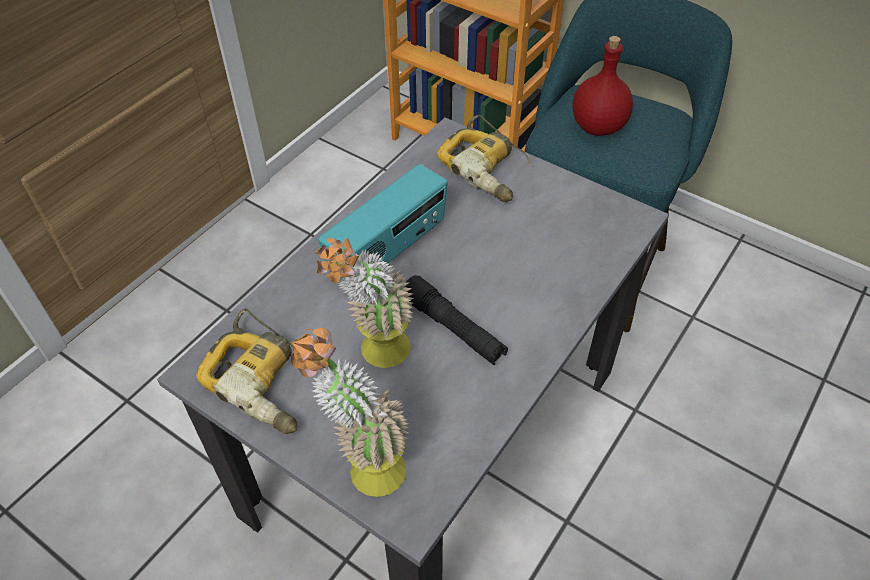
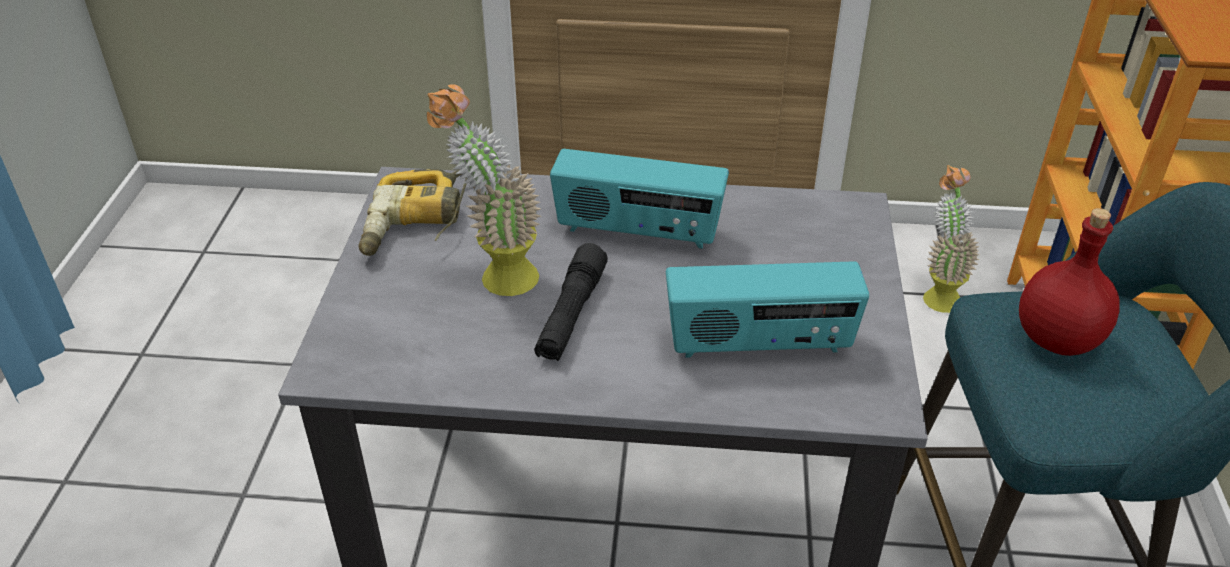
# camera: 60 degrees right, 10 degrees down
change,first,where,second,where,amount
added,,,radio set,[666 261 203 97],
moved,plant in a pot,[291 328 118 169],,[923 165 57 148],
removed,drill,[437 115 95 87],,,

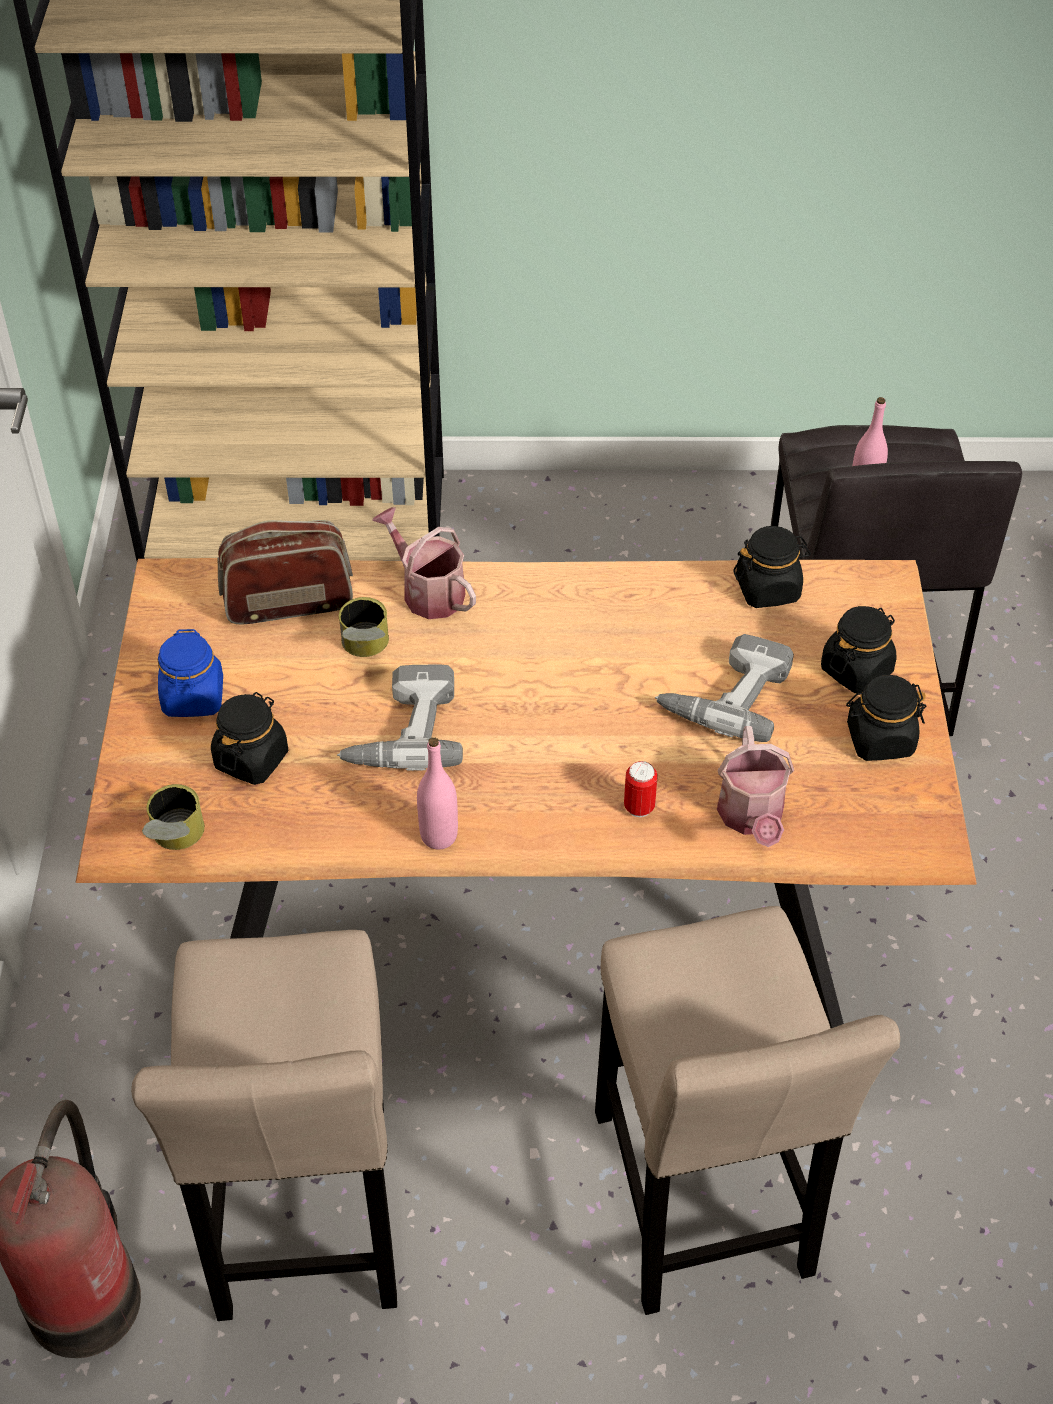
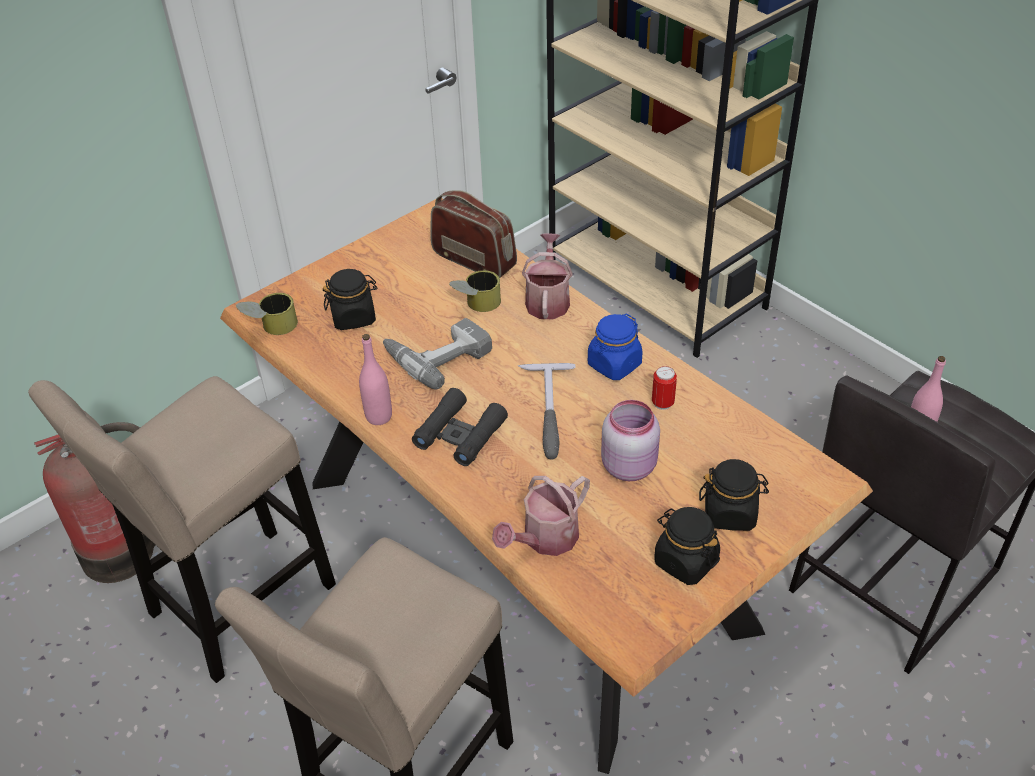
# camera: 50 degrees right, 5 degrees down
change,first,where,second,where,amount
added,,,blackish binoculars,[412 388 96 78],
added,,,hand hammer,[517 363 59 97],
moved,blue-coloured preserve jar,[157 629 66 88],,[588 314 55 66],
replaced,drill,[655 634 139 108],pink preserve jar,[601 400 59 81],
moved,sealed can,[624 761 34 56],,[652 366 25 44],
removed,blackish preserve jar,[733 526 78 82],,,

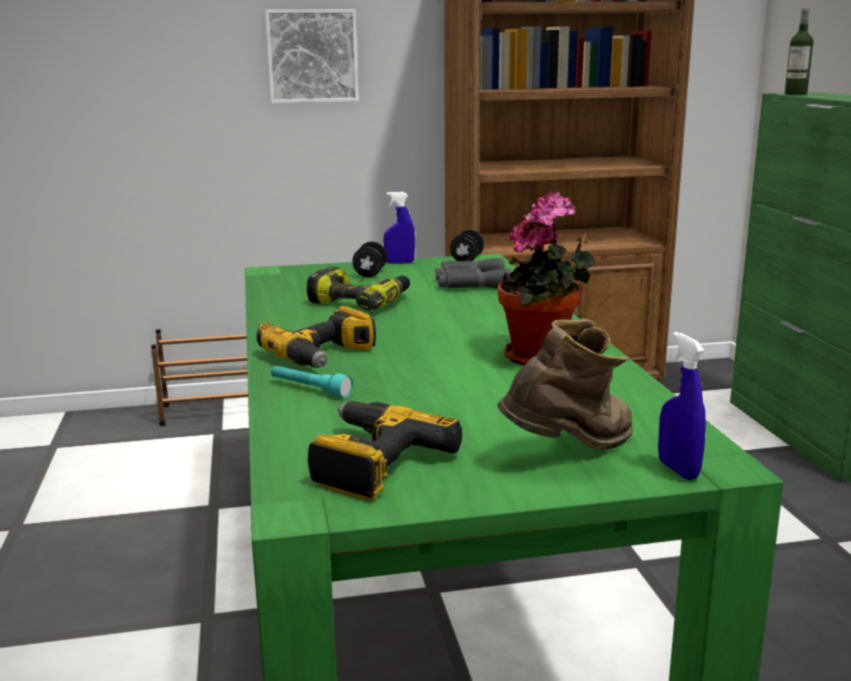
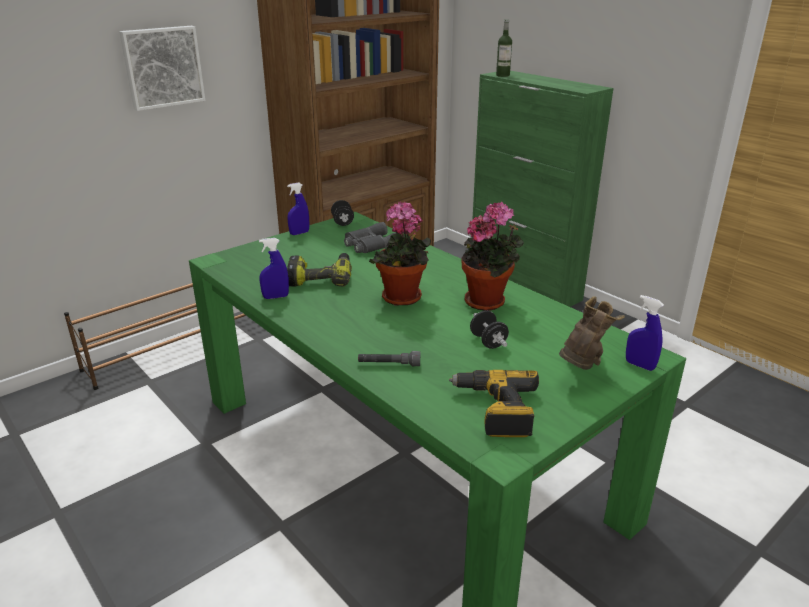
# camera: 30 degrees left, 10 degrees up
change,first,where,second,where,amount
added,,,blue-coloured sprayer,[259 238 30 61],
recoloured,blue-green flashlight,[271 366 82 32],greyish flashlight,[358 351 62 15],
added,,,plant in a pot,[369 201 62 105],
moved,blackish free weight,[352 241 35 36],,[470 310 39 39],
removed,drill,[257 306 119 62],,,

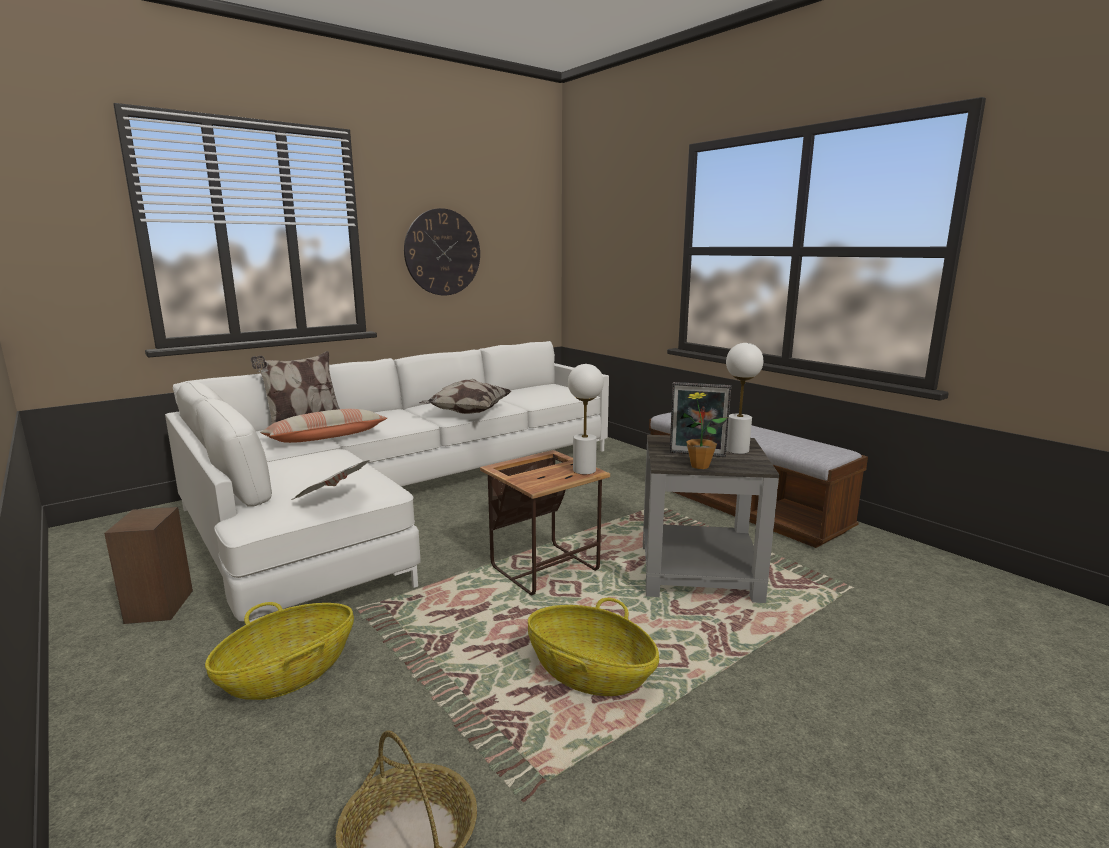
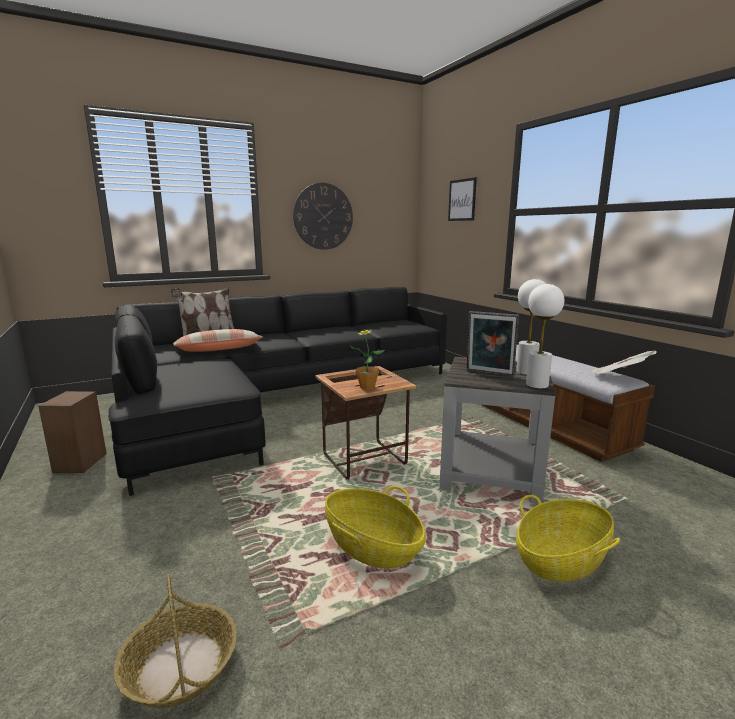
# camera: 10 degrees right, 0 degrees up
change,first,where,second,where,amount
recoloured,whitish couch,[165 341 444 281],blackish couch,[108 287 339 209],
moved,plant in a pot,[680 391 47 78],,[349 329 36 61],
added,,,wall art,[448 177 29 44],
moved,household basket,[205 602 149 98],,[516 495 104 87],
moved,whitish table lamp,[568 364 36 110],,[526 284 38 105],
moved,printed paper,[291 460 79 40],,[592 351 65 25],
removed,pillow,[419 379 93 35],,,

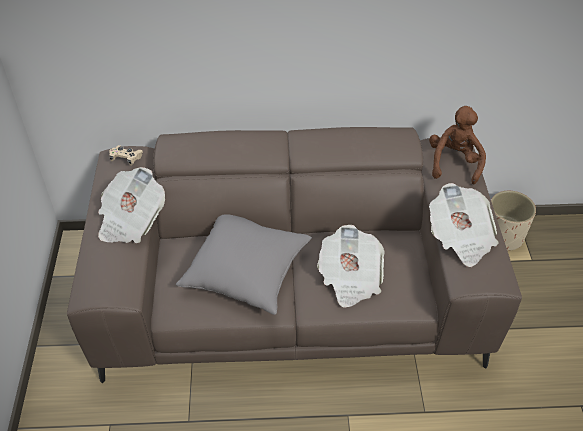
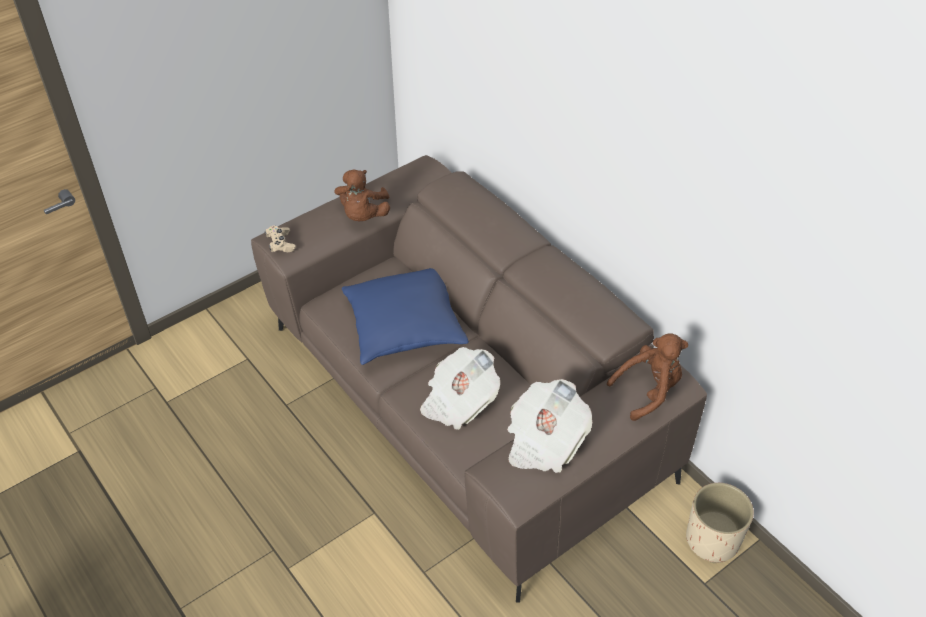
# camera: 55 degrees right, 0 degrees up
change,first,where,second,where,amount
moved,beige-coloured game controller,[109 145 34 21],,[265 226 31 26],
replaced,printed paper,[98 167 67 76],brown cuddly toy,[335 169 55 52],
recoloured,greyish pillow,[176 214 136 101],blue-coloured pillow,[342 268 127 97],

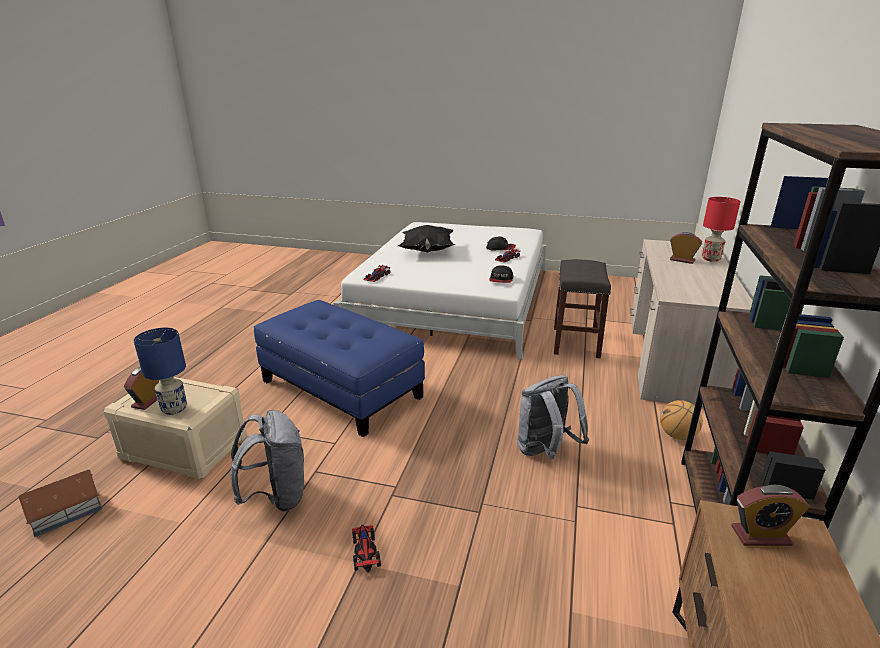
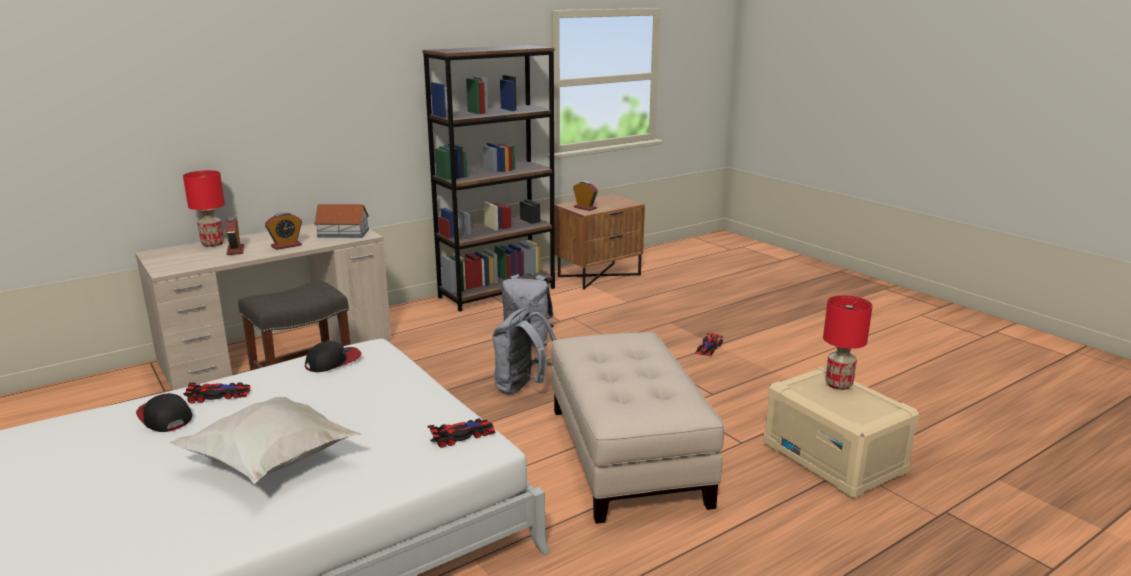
# camera: 140 degrees left, 5 degrees down
change,first,where,second,where,amount
recoloured,blackish pillow,[398 225 57 27],whitish pillow,[170 397 192 87],
moved,table clock,[124 367 35 43],,[265 212 37 38],
moved,model house,[18 470 84 67],,[314 204 55 34],
moved,greyish backpack,[230 410 76 102],,[492 308 64 87],
recoloured,blue-coloured pouffe,[254 300 171 137],beige-coloured pouffe,[551 332 173 192],
recoloured,blue-coloured table lamp,[134 328 53 87],red table lamp,[823 295 49 95],
removed,ball for basketball,[660 400 43 40],,,

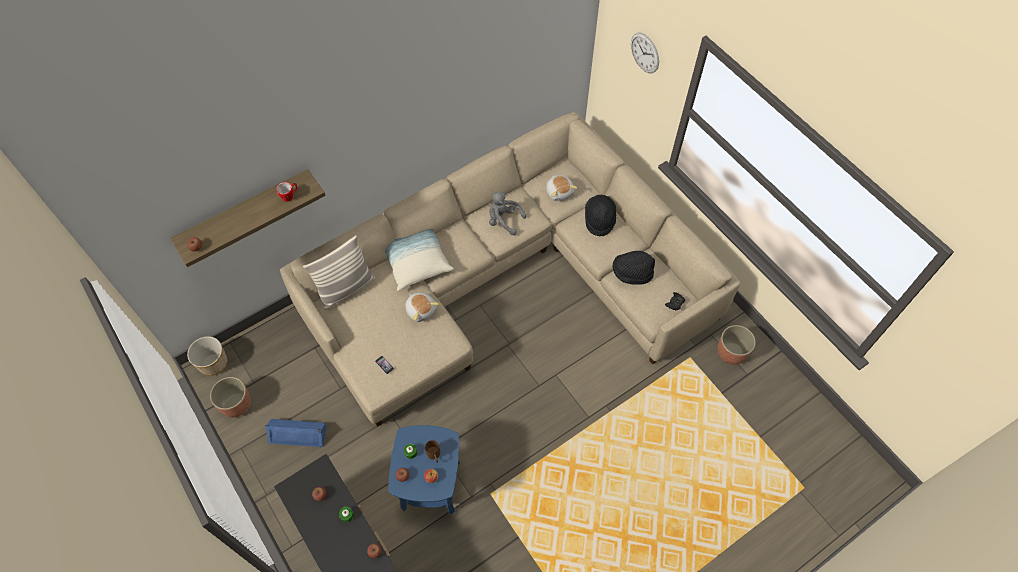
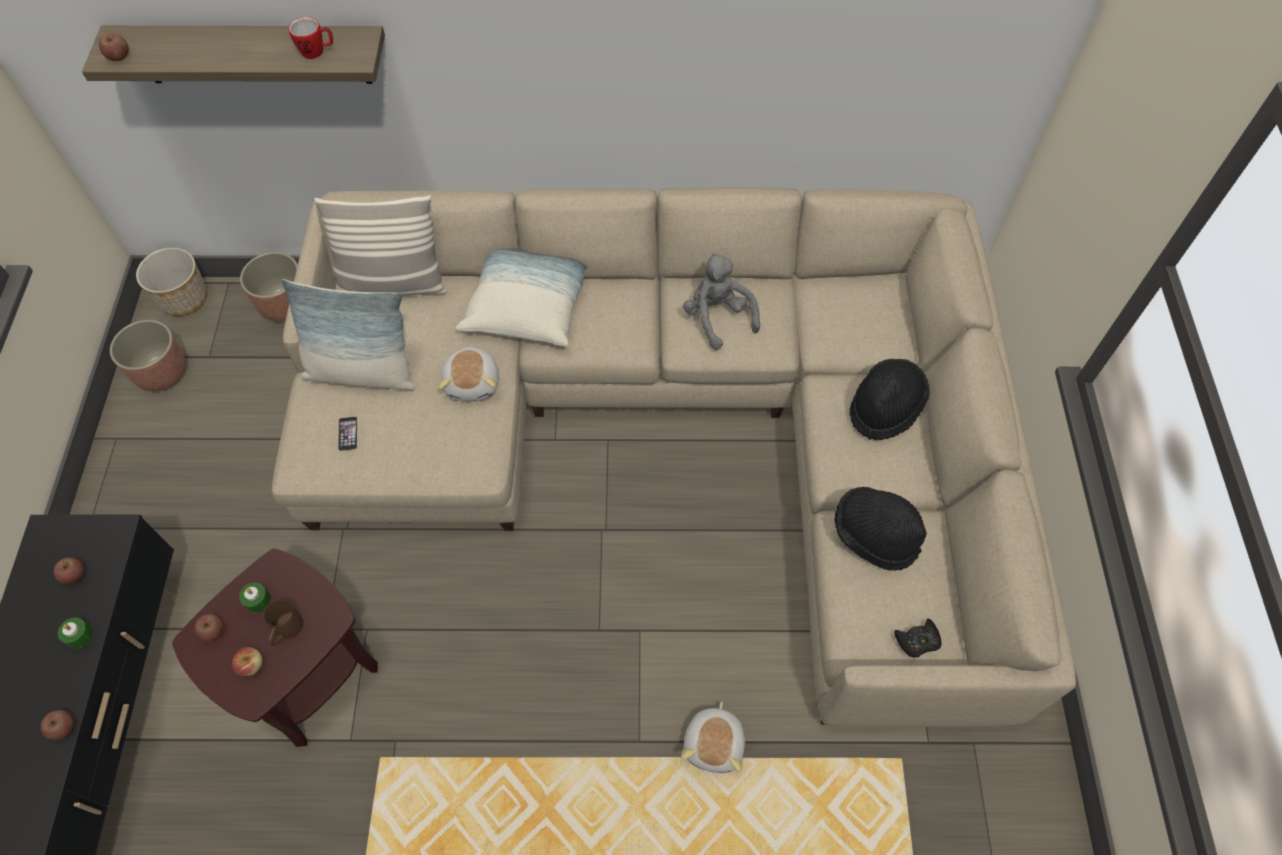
# camera: 35 degrees right, 0 degrees up
change,first,where,second,where,amount
recoloured,blue-coloured accent table,[388 425 72 90],brown accent table,[172 548 206 199],
moved,plant pot,[718 325 38 40],,[240 252 58 70],
added,,,pillow,[282 279 133 111],
moved,cuddly toy,[546 175 32 26],,[681 702 64 71],
removed,blue-coloured loudspeaker,[265 419 61 29],,,
removed,hanging clock,[631 33 28 40],,,

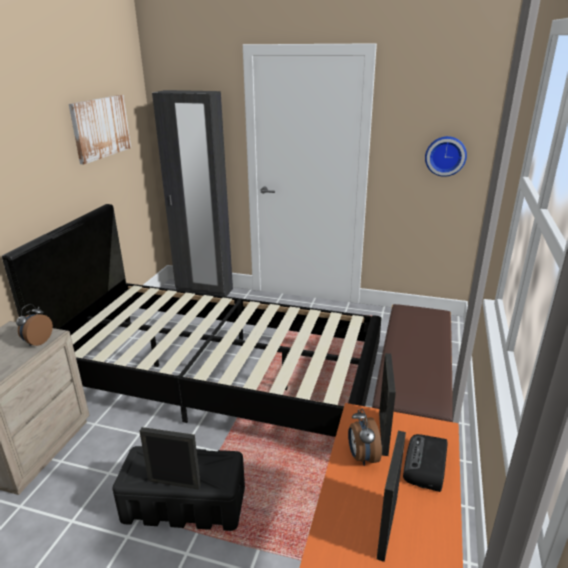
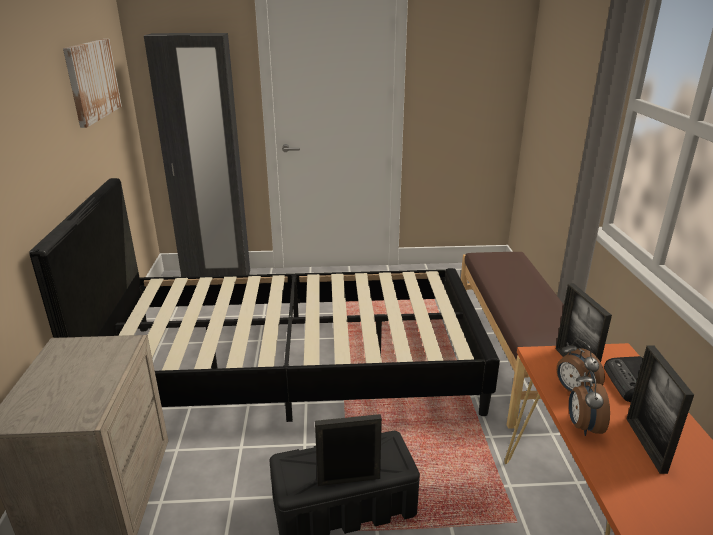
# camera: 20 degrees left, 0 degrees up
change,first,where,second,where,amount
moved,table clock,[16 304 37 42],,[569 370 41 66],
removed,hanging clock,[425 136 42 41],,,

